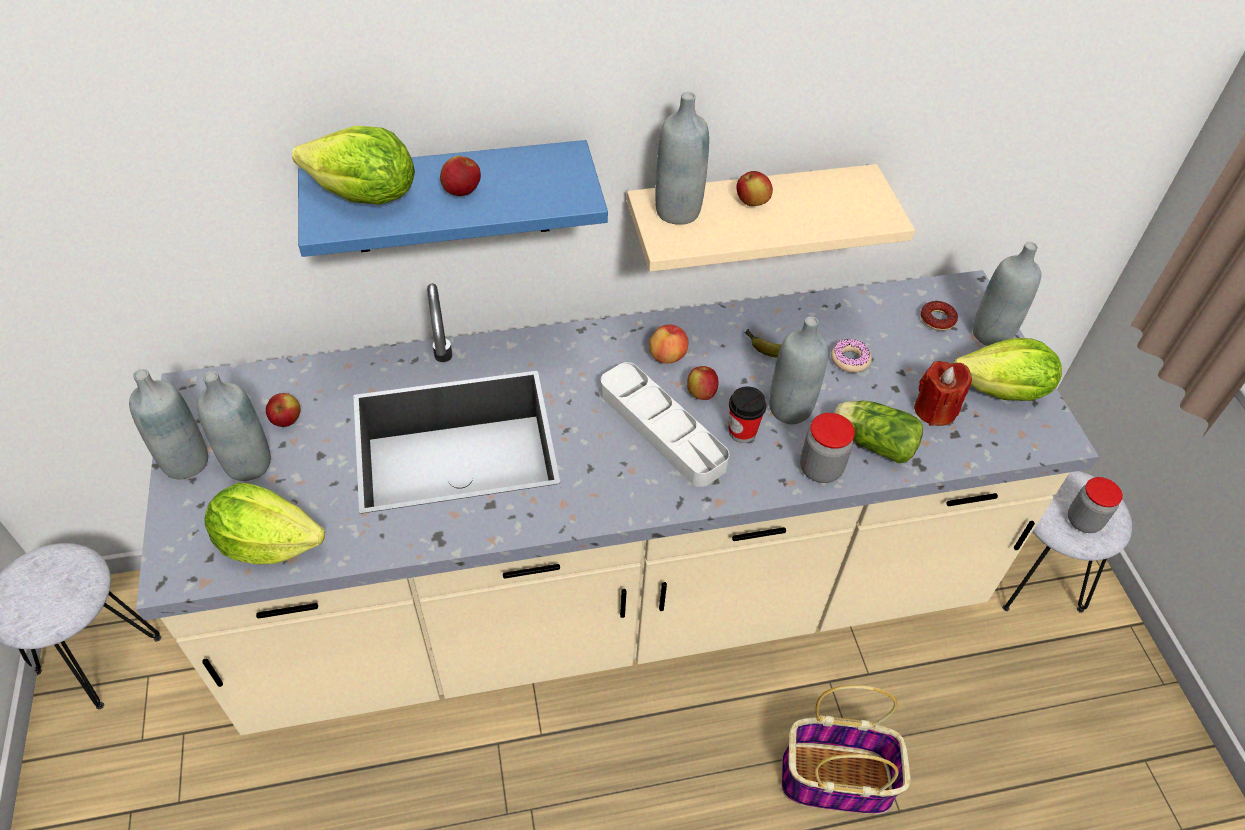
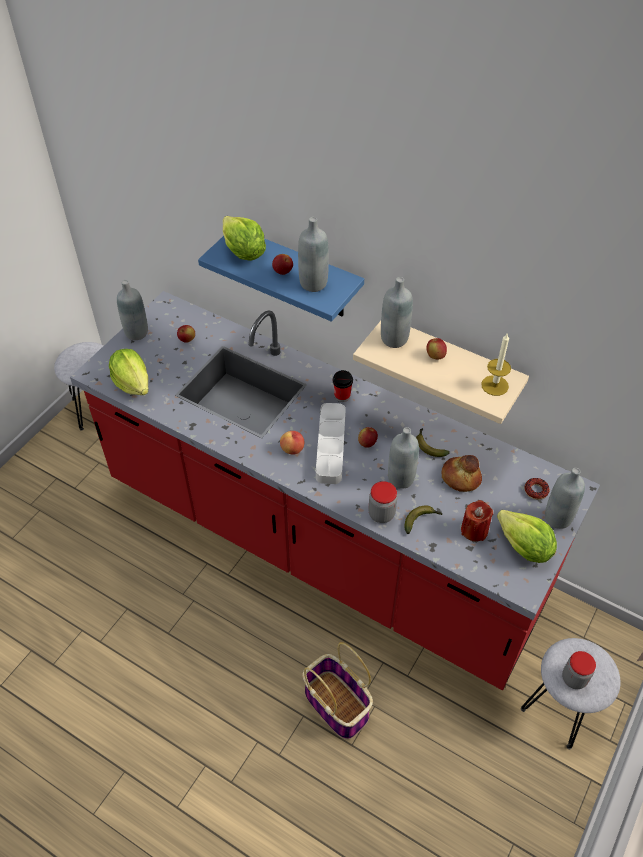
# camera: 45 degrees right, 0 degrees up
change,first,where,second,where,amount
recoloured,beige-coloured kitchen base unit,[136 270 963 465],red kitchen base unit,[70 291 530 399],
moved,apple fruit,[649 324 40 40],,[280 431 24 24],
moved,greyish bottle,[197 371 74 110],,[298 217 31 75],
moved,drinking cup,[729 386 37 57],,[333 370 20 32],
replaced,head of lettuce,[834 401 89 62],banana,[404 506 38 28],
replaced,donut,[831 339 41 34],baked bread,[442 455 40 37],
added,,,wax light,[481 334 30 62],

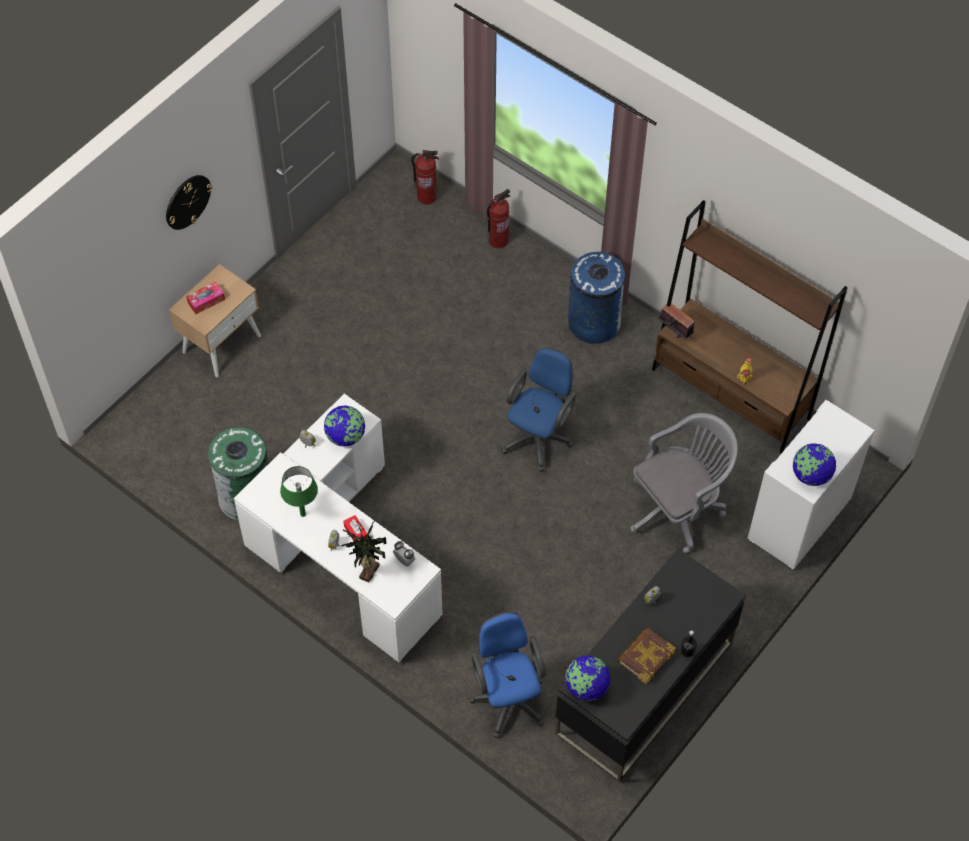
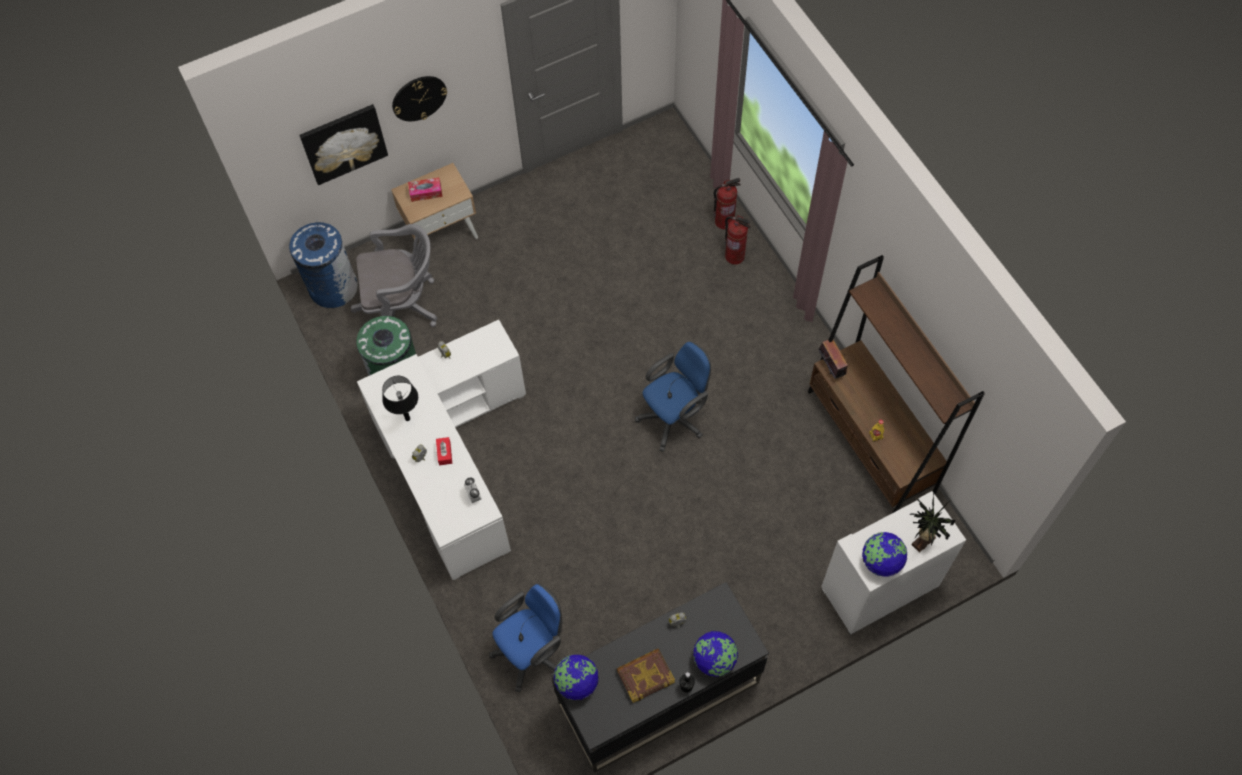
# camera: 25 degrees right, 5 degrees up
change,first,where,second,where,amount
moved,blue-coloured trash can,[568 252 57 92],,[289 222 69 86],
added,,,wall art,[299 104 89 81],
moved,greyish office chair,[630 413 108 141],,[351 224 86 103],
recoloured,green table lamp,[280 466 38 51],blackish table lamp,[382 376 36 45],
turned,blue-coloured office chair,[470 612 76 127],,[489 584 73 108],45 degrees clockwise
moved,world globe,[324 405 41 41],,[693 631 45 46],
moved,extinguisher,[411 150 28 55],,[724 215 27 50],
moved,plant in a pot,[341 519 46 64],,[910 492 46 60],

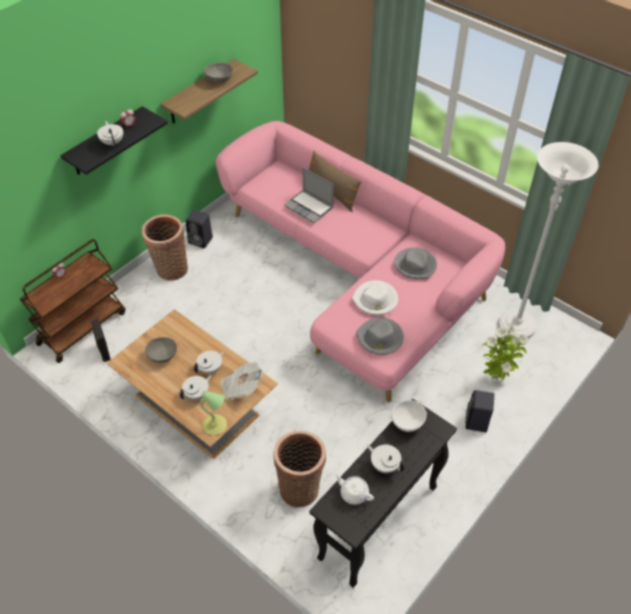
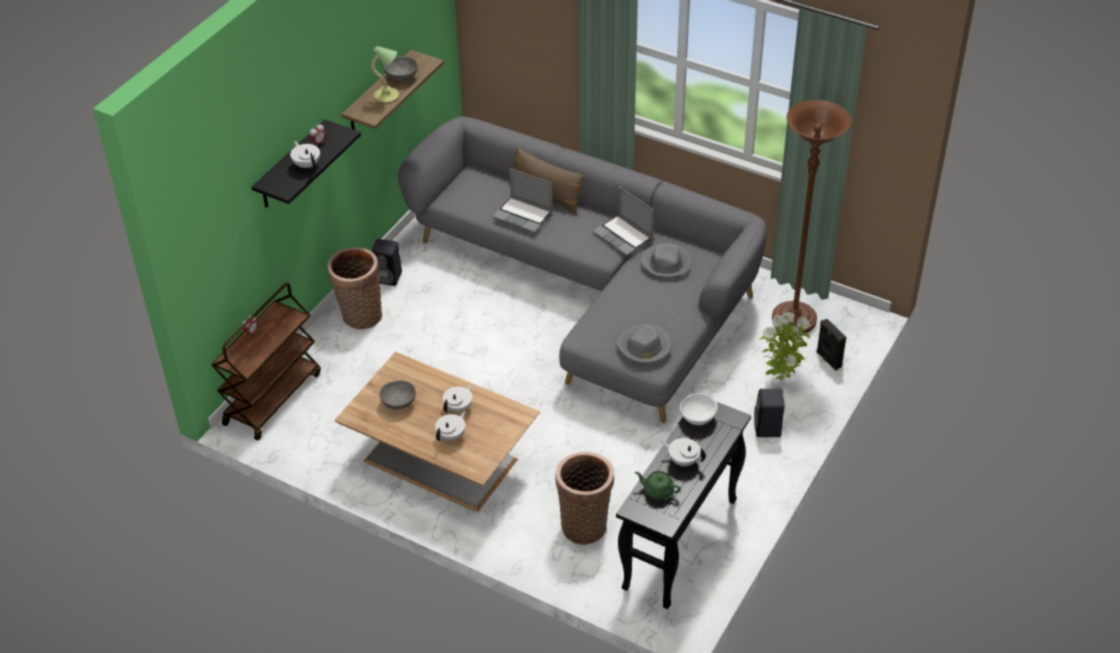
# camera: 10 degrees left, 5 degrees down
change,first,where,second,where,amount
moved,table lamp,[200 391 27 44],,[371 46 28 57],
recoloured,pink couch,[216 121 289 281],greyish couch,[398 117 369 306],
added,,,laptop,[592 186 62 70],
recoloured,whitish teapot,[334 473 40 32],green teapot,[635 471 46 29],
recoloured,whitish standard lamp,[498 142 100 198],brown standard lamp,[772 100 79 233],
moved,blackish loudspeaker,[91 318 20 44],,[816 319 30 52],
removed,printed paper,[220 362 43 38],,,
removed,whitish hat,[352 280 46 35],,,

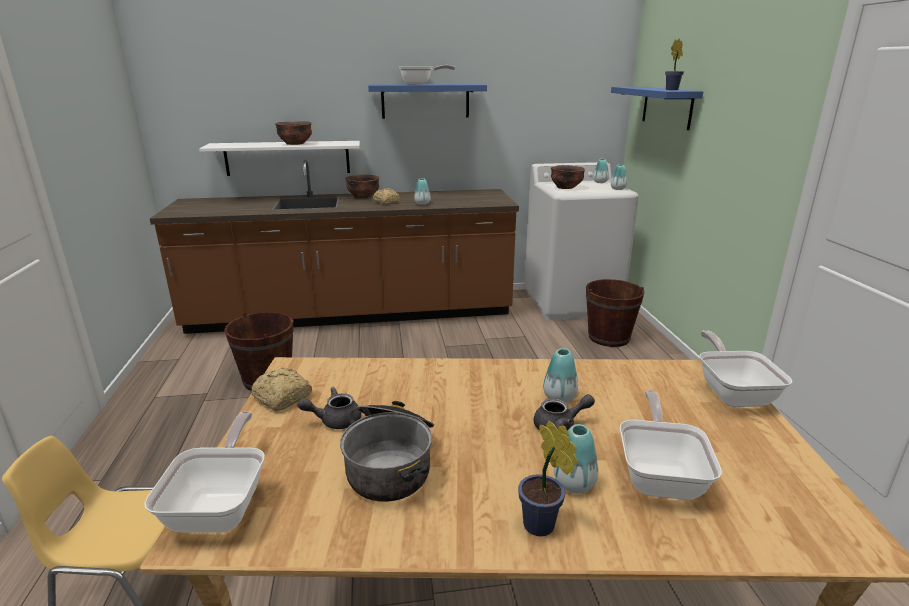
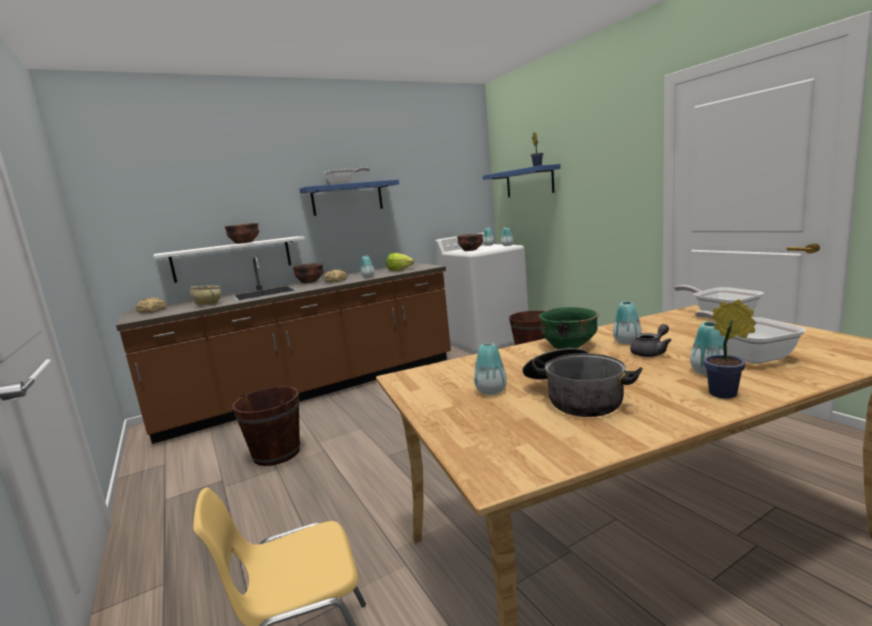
# camera: 20 degrees left, 10 degrees down
change,first,where,second,where,amount
moved,baked bread,[252 367 60 44],,[136 297 31 16],
added,,,beige-coloured deep dish,[190 286 31 19],
added,,,head of lettuce,[386 253 28 18],
replaced,greyish teapot,[297 387 64 42],decorative vase,[474 343 33 52],
added,,,green deep dish,[539 307 60 42],
removed,pan,[144 411 121 122],,,

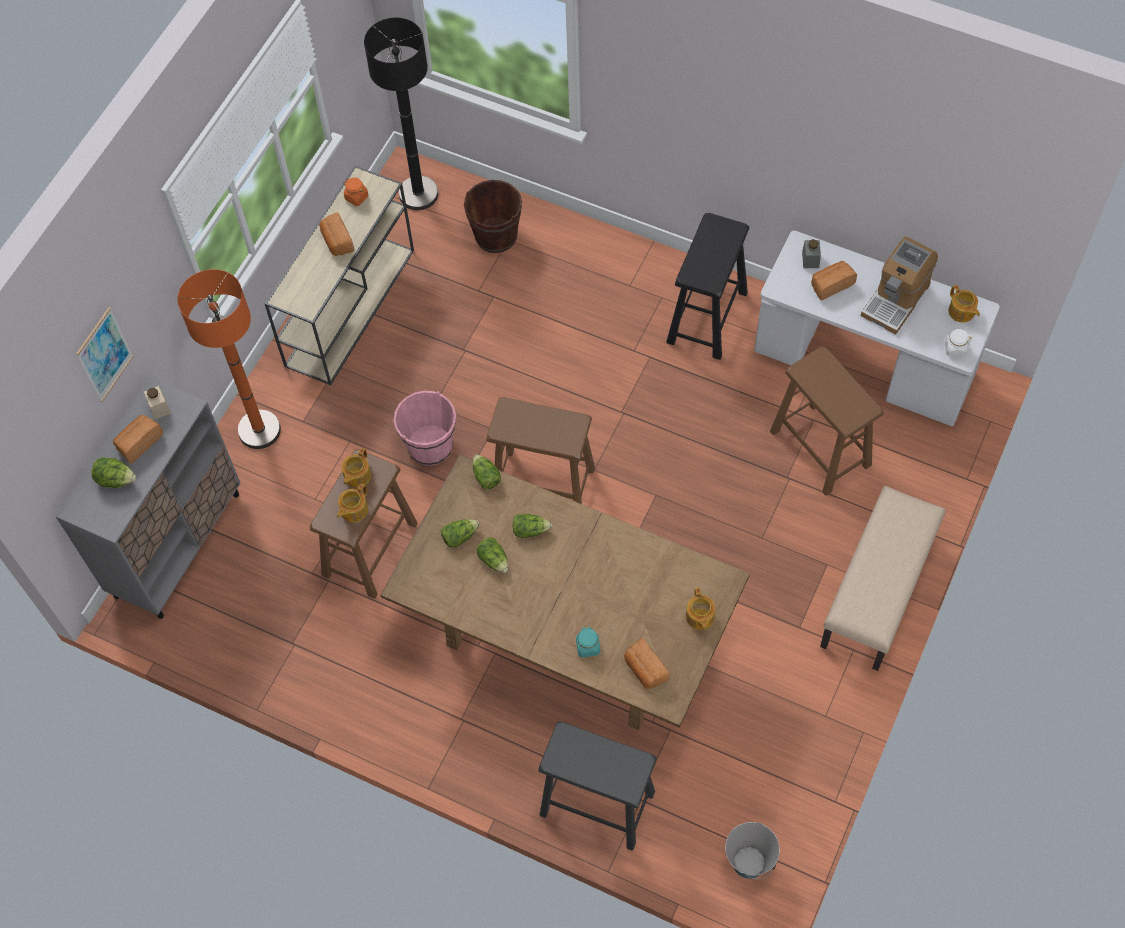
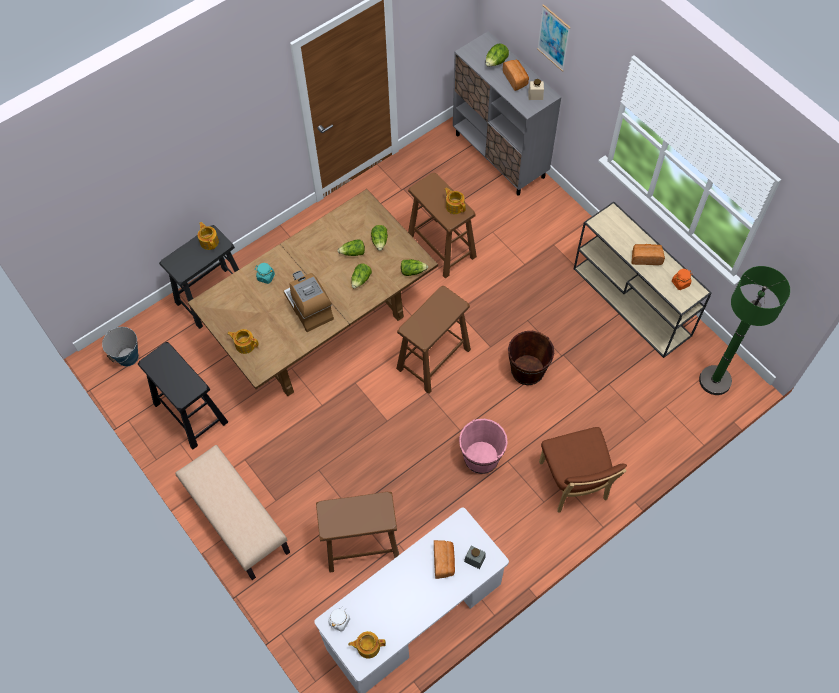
# camera: 115 degrees right, 0 degrees up
change,first,where,second,where,amount
moved,blackish sitting stool,[666 213 83 147],,[138 342 90 107],
moved,teapot,[337 484 31 38],,[198 222 21 28],
moved,coffee brewer,[861 237 77 98],,[284 271 50 61],
moved,pink water bucket,[394 391 62 75],,[459 419 49 55],
moved,brown water bucket,[464 180 58 73],,[508 331 46 54],
added,,,brown chair,[539 427 88 86],
recoloured,blackish standard lamp,[364 17 74 193],green standard lamp,[699 266 91 129],
removed,orange standard lamp,[177 269 104 180],,,
removed,baked bread,[624 638 46 52],,,

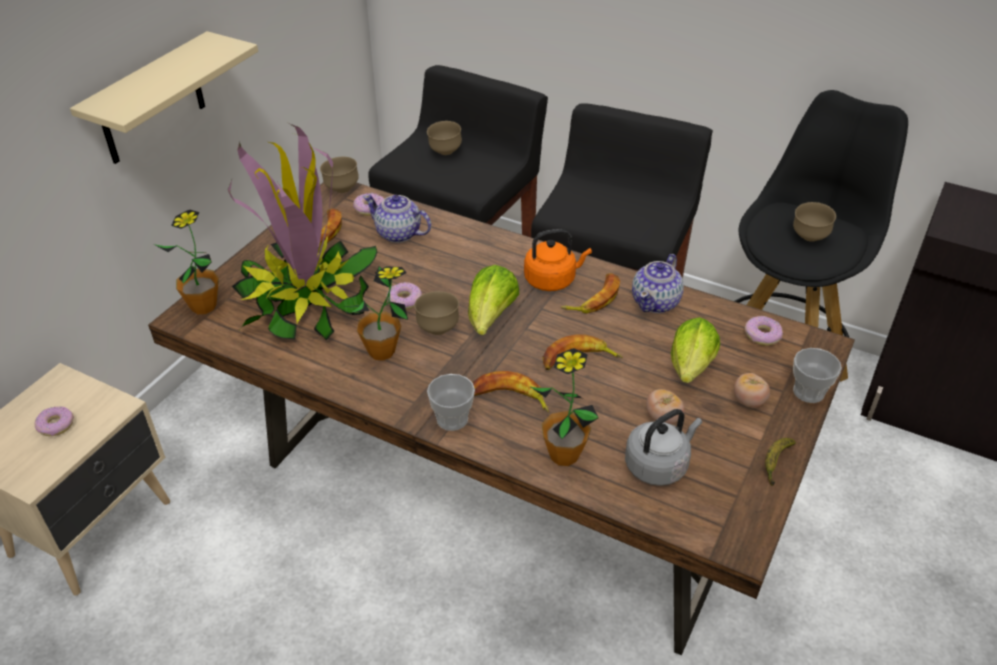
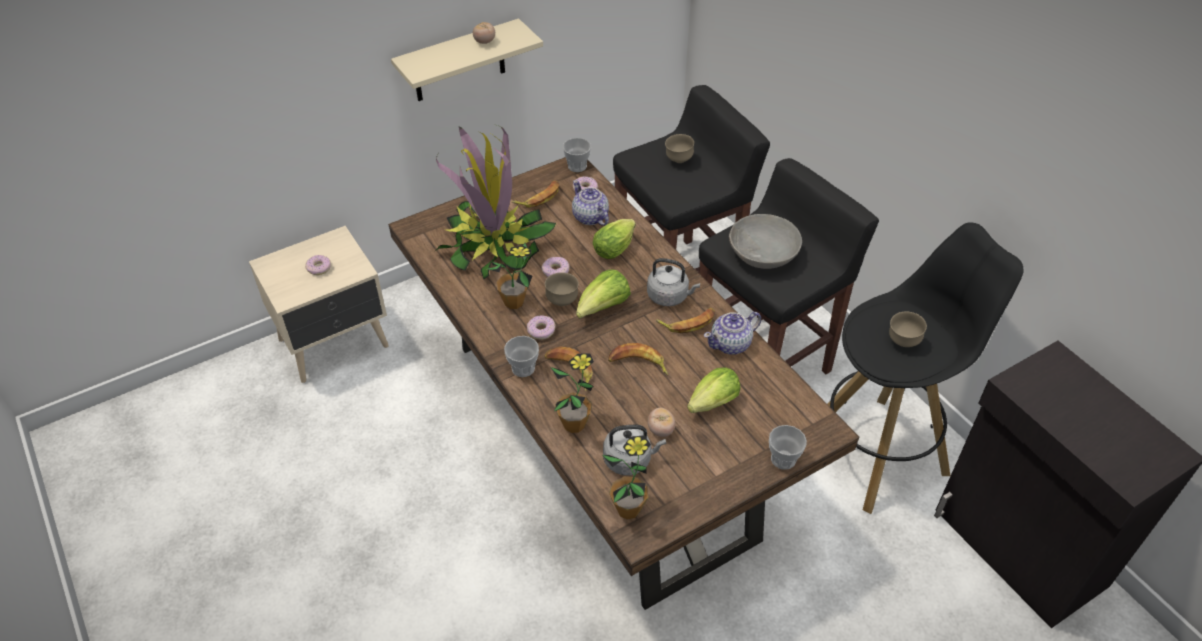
# camera: 30 degrees right, 5 degrees up
change,first,where,second,where,amount
moved,tomato,[734 373 36 35],,[473 22 22 22],
moved,donut,[745 316 38 30],,[527 315 29 25],
replaced,brown deep dish,[320 157 39 36],drinking cup,[563 138 28 34],
added,,,head of lettuce,[593 219 43 40],
moved,plant in a pot,[153 209 66 105],,[602 435 49 85],
recoloured,orange water kettle,[524 229 68 62],greyish water kettle,[647 258 53 48],
added,,,greyish deep dish,[729 214 73 55],
removed,banana,[765 438 31 48],,,

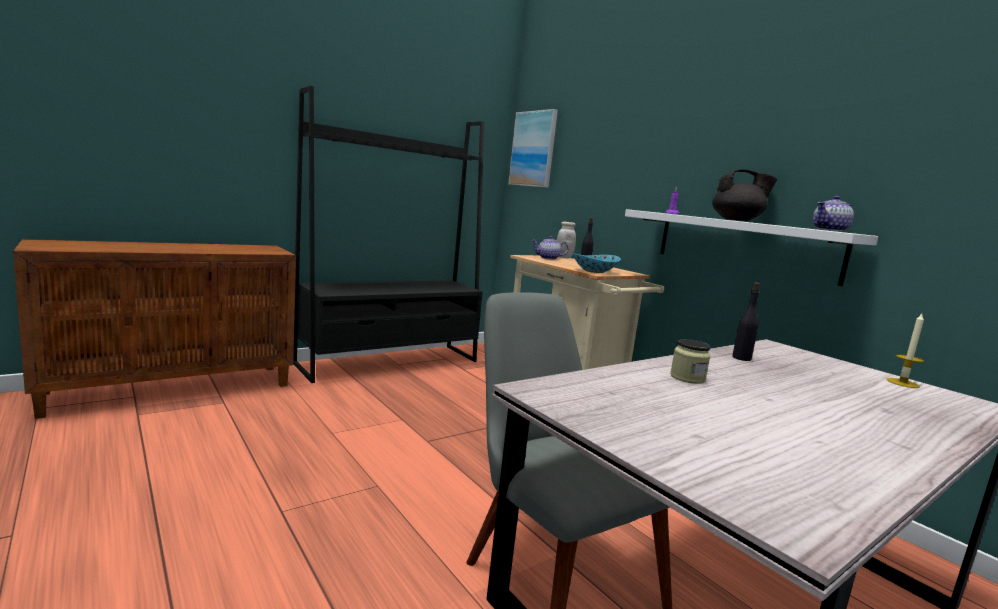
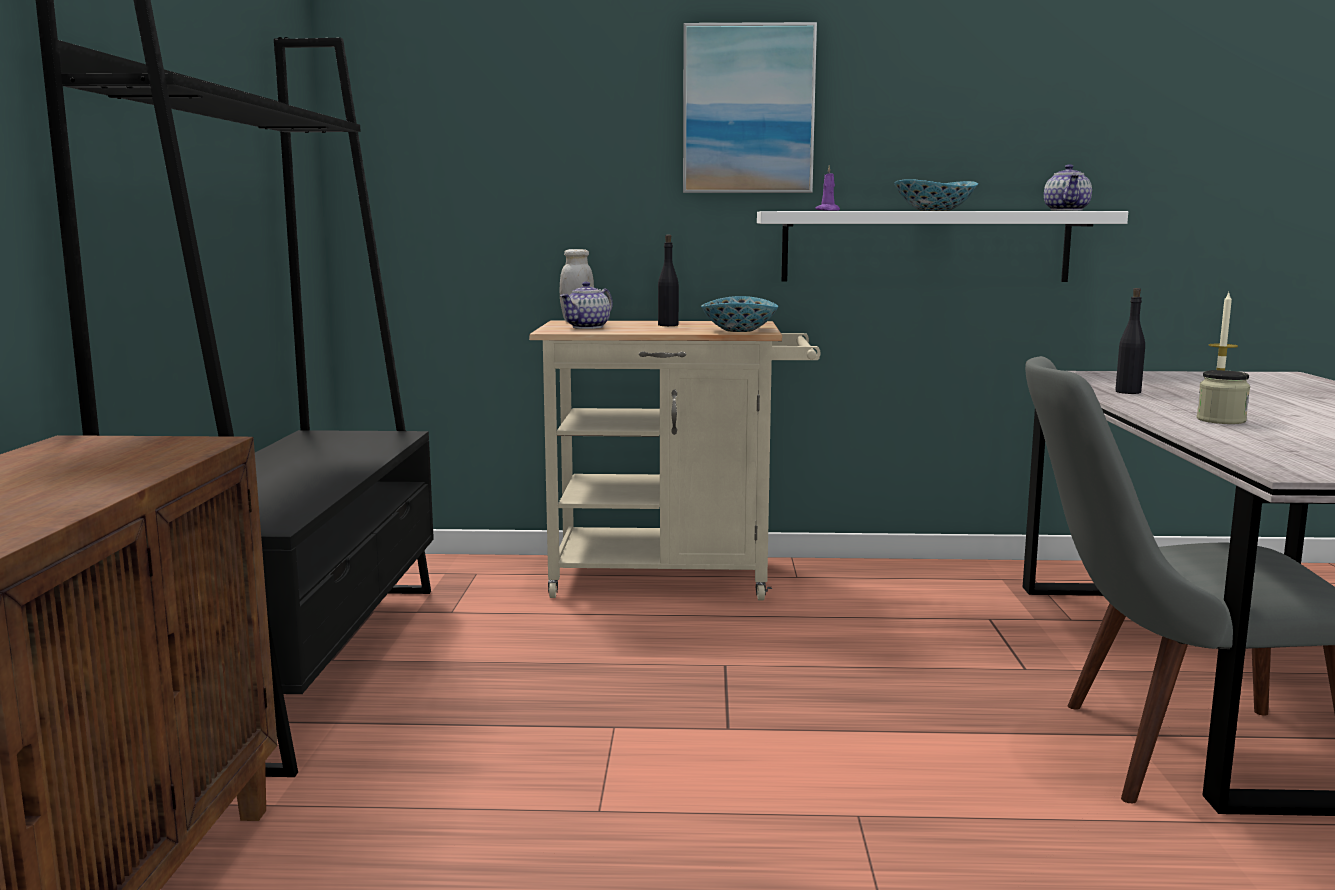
# camera: 50 degrees left, 0 degrees up
change,first,where,second,where,amount
moved,wall art,[508 109 50 79],,[683 22 134 171],
replaced,blackish teapot,[712 169 65 52],deep dish,[894 179 84 32],

